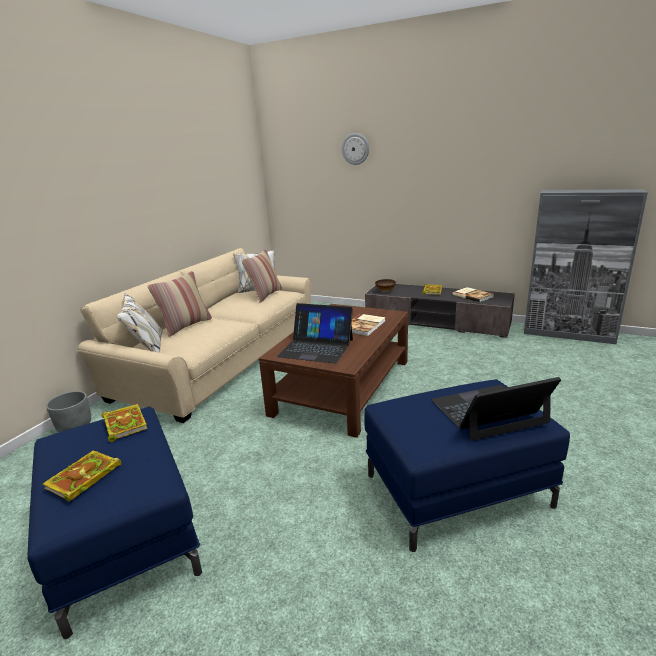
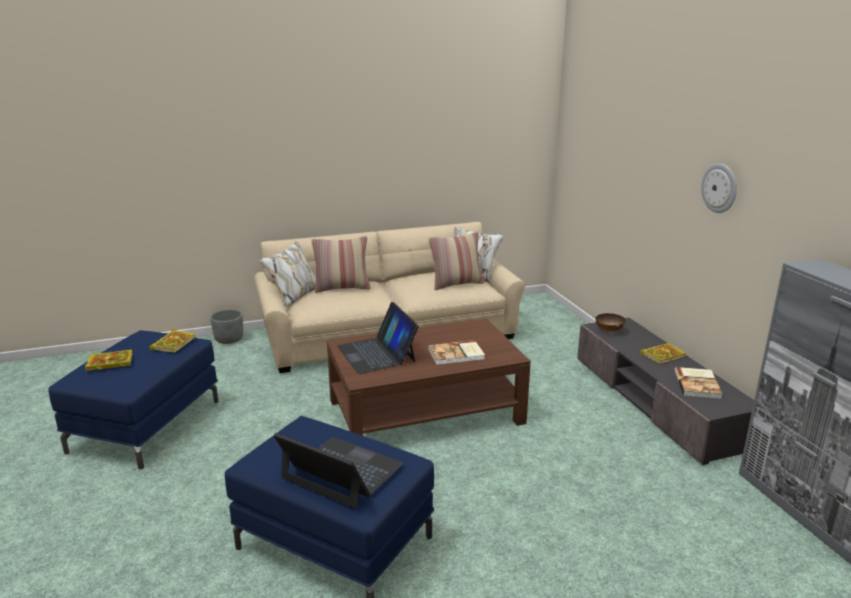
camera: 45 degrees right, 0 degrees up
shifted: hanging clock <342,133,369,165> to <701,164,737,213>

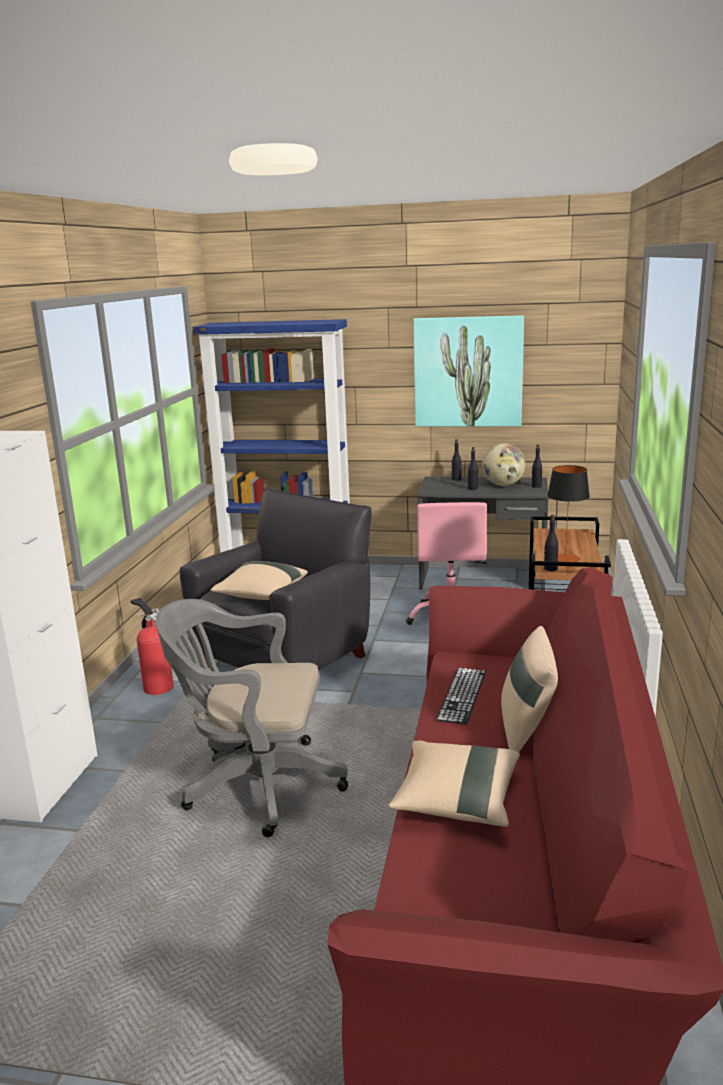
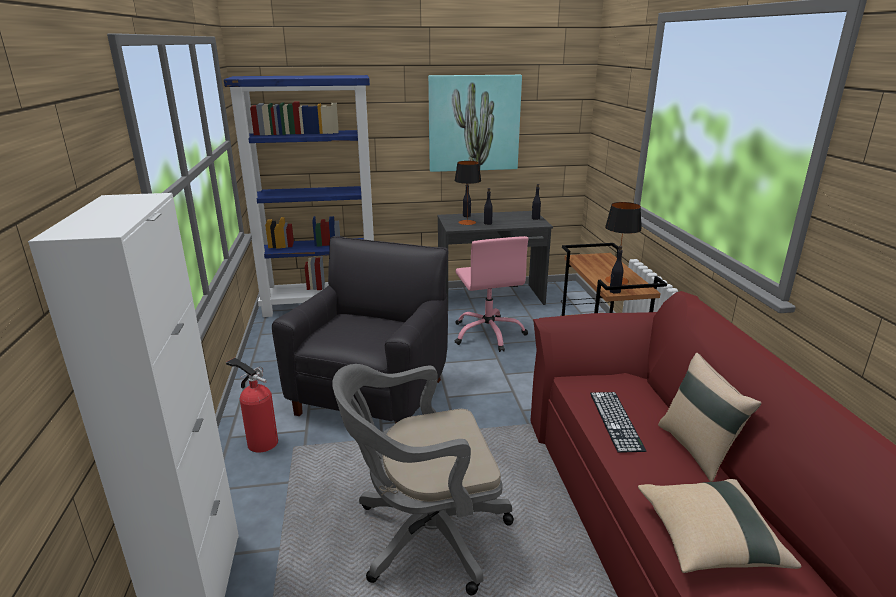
camera: 20 degrees left, 5 degrees up
gone: cushion in sand-coloured <210,561,308,600>; world globe <482,443,526,486>
new: table lamp <455,161,481,225>

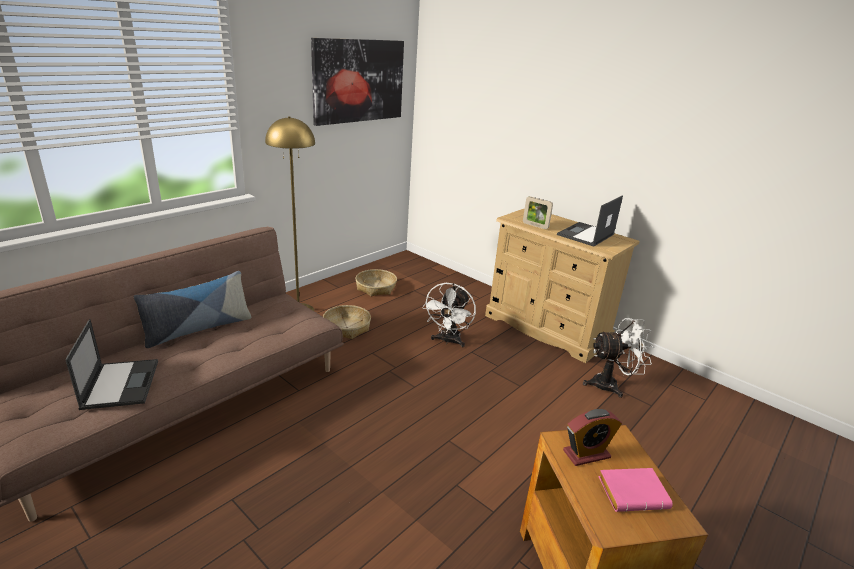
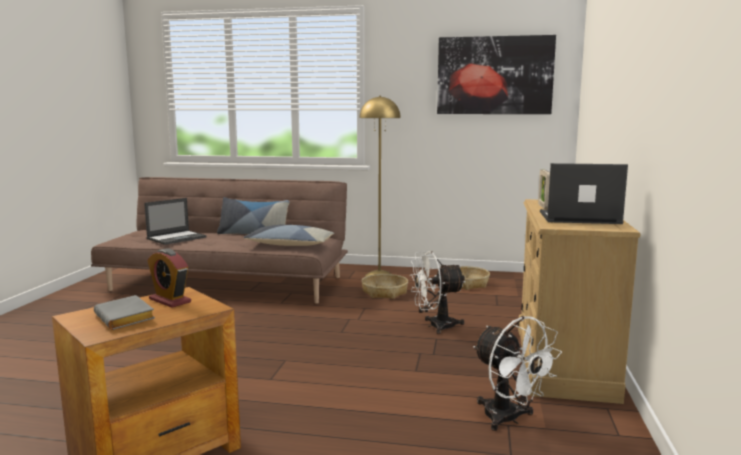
camera: 60 degrees right, 15 degrees down
new: cushion <243,225,334,246>
repainted: volume in pink-coloured <598,468,673,512> to volume in greyish <94,295,155,330>

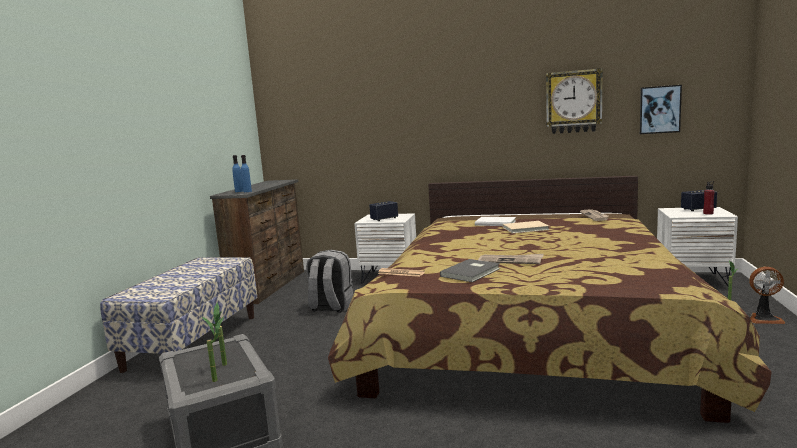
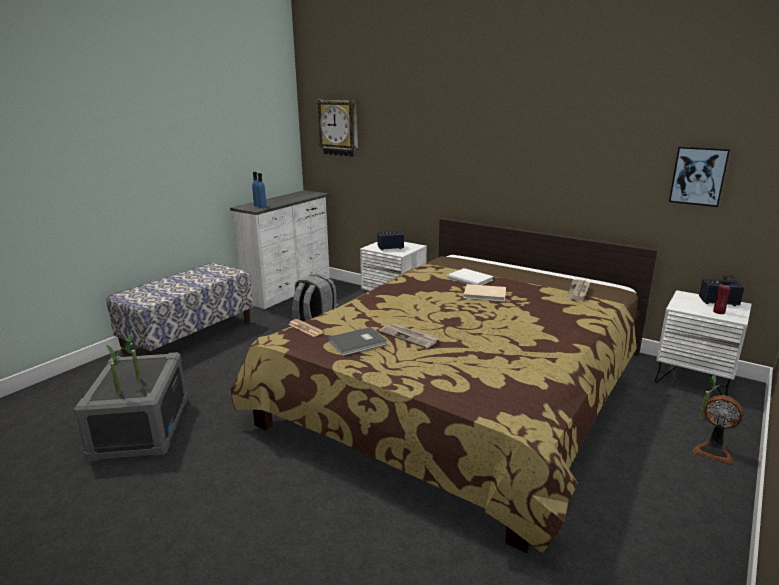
camera: 20 degrees right, 10 degrees up
shifted: hanging clock <546,68,603,134> to <316,100,358,157>
repainted: chest of drawers in brown-coloured <210,179,304,304> to chest of drawers in white <230,190,330,309>

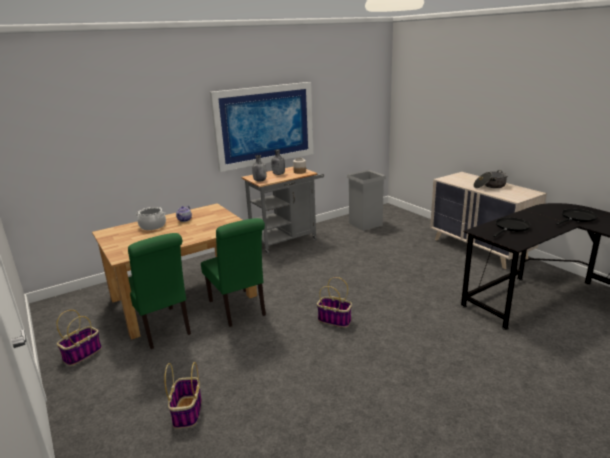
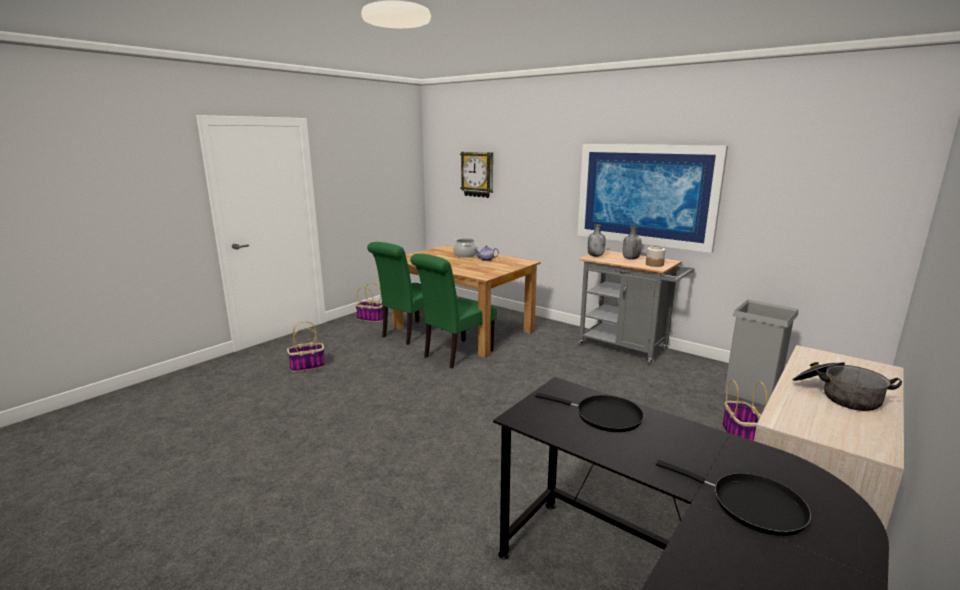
camera: 70 degrees right, 5 degrees down
new: hanging clock <460,152,493,198>
shifted: household basket <317,277,352,328> to <722,380,767,441>

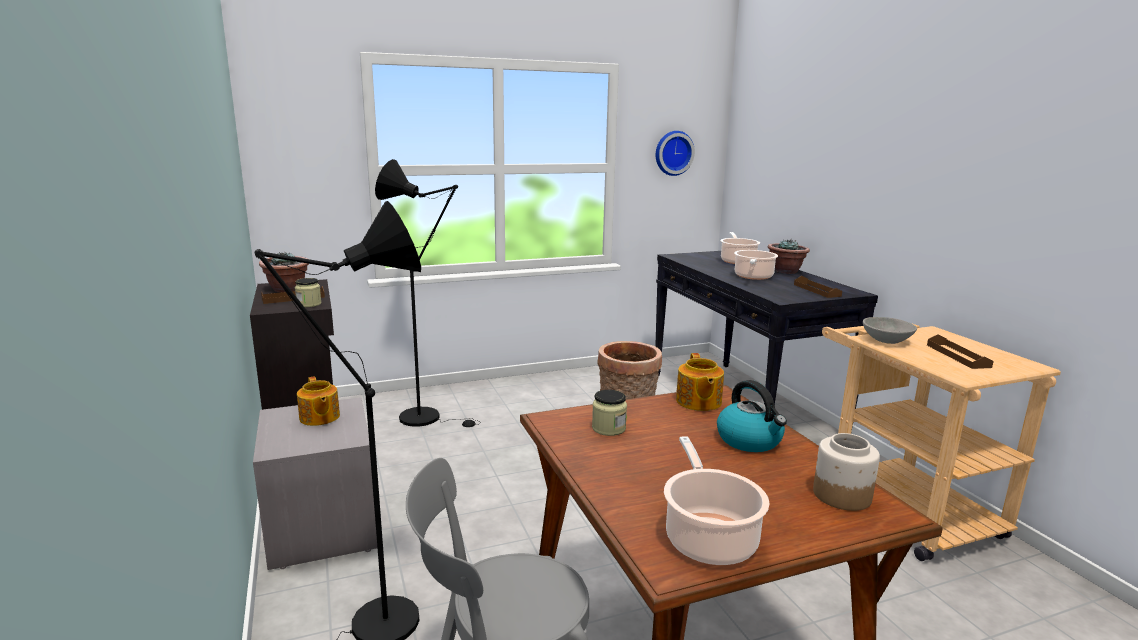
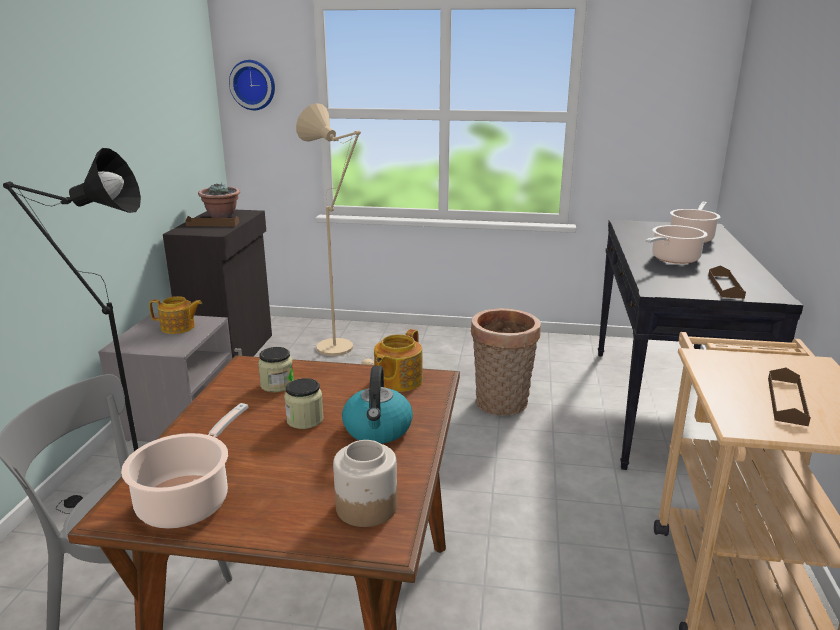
camera: 30 degrees right, 5 degrees up
gone: plant in a pot <768,240,810,274>; serving bowl in greyish <863,317,917,344>
shifted: jar <295,278,321,307> to <284,378,324,429>; hanging clock <656,131,695,176> to <229,60,275,110>
repainted: standard lamp in black-coloured <375,159,481,427> to standard lamp in sand-coloured <296,103,374,365>
rotated: teapot <297,376,340,426> = <149,296,202,334> 90 degrees counterclockwise

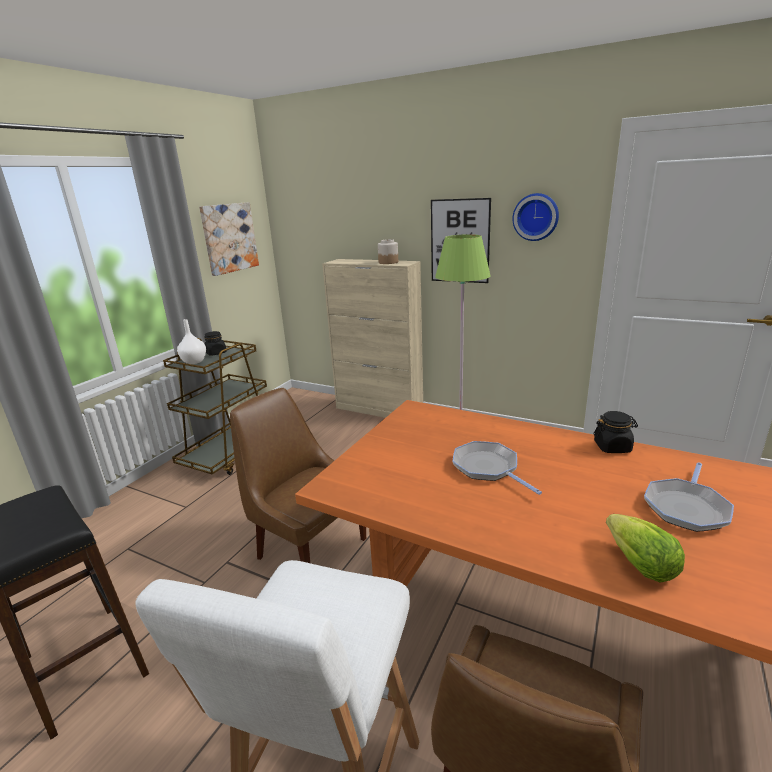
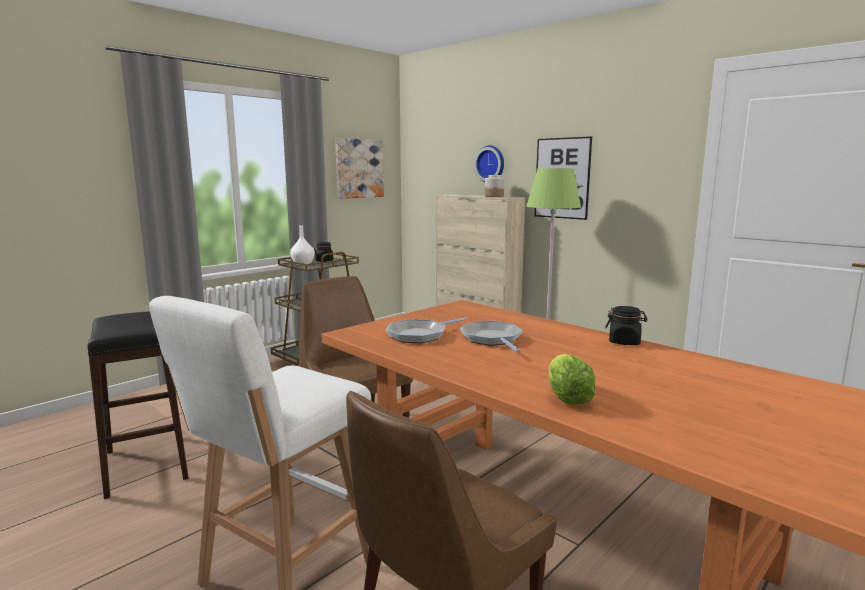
camera: 15 degrees right, 10 degrees down
shifted: hanging clock <513,193,559,241> to <474,145,504,182>; skillet <644,462,734,532> to <386,317,467,343>

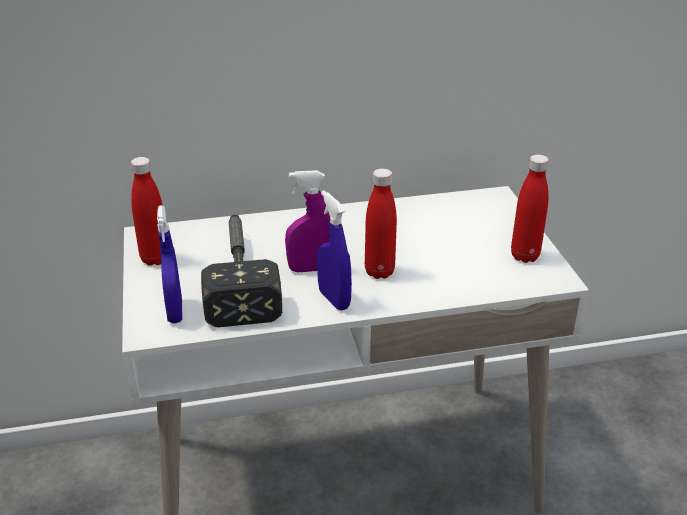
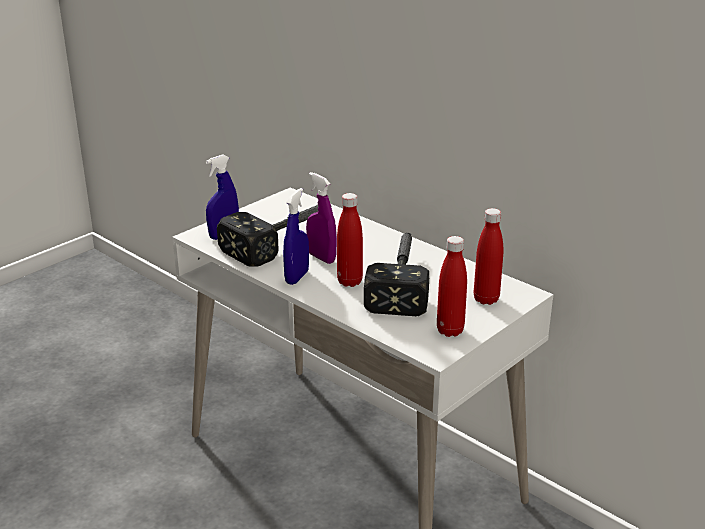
camera: 55 degrees right, 5 degrees down
new: tool hammer <364,233,429,316>
shifted: beverage bottle in red-coloured <131,157,163,266> to <474,208,503,305>

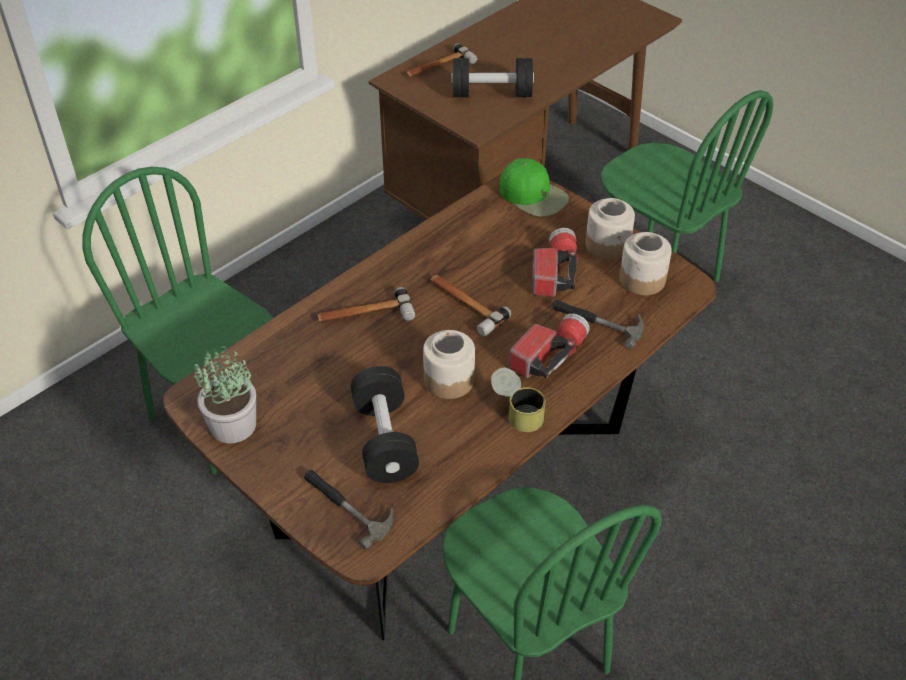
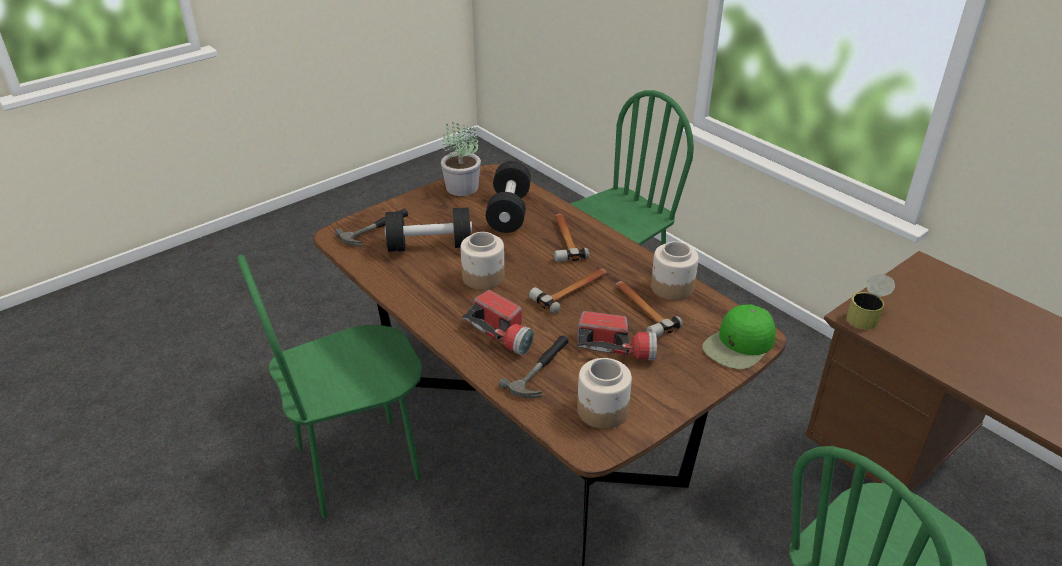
camera: 95 degrees right, 10 degrees down
shifted: tool hammer <405,43,477,77> to <615,281,683,338>; dumbbell in black-coloured <451,58,534,97> to <486,161,531,233>; sealed can <491,367,546,432> to <846,274,895,330>; jar <585,198,635,260> to <651,241,699,301>

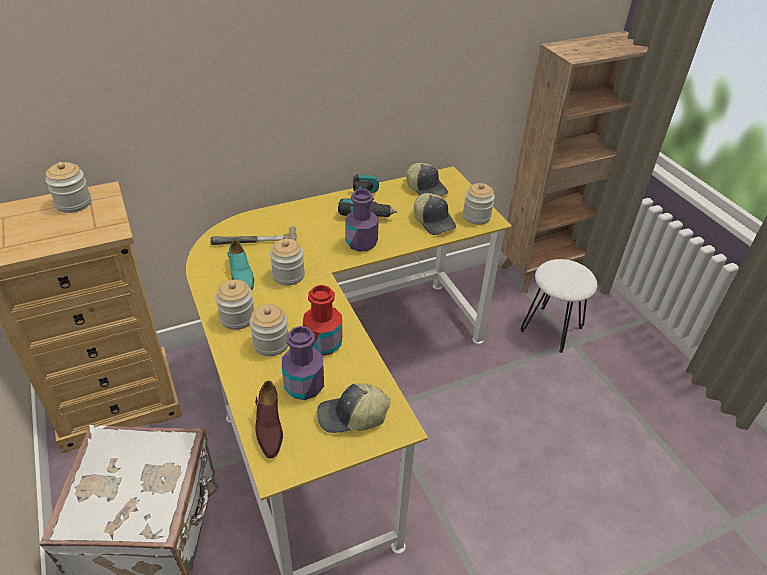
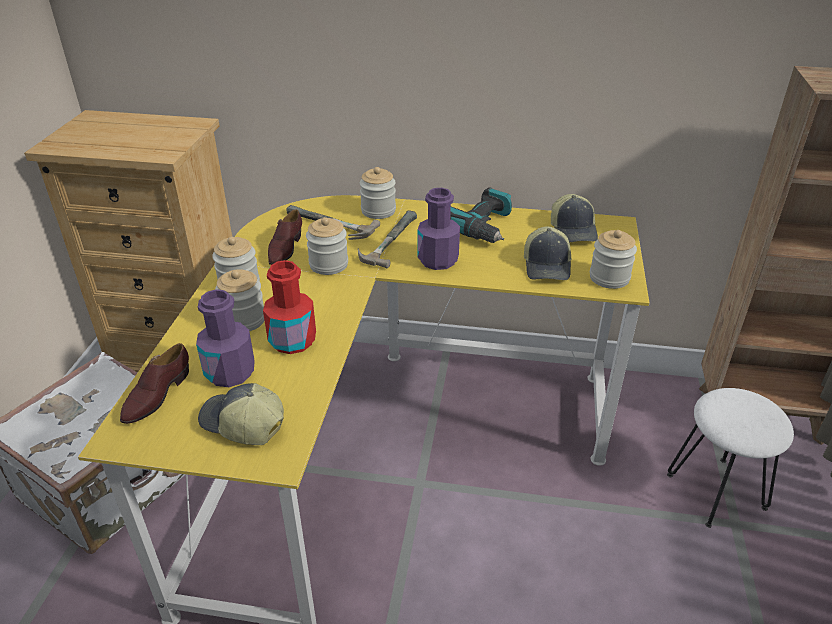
camera: 35 degrees right, 5 degrees down
new: tool hammer <358,210,417,269>
shifted: jar <45,162,91,213> to <360,167,396,219>
repainted: low shoe in blue-green <227,240,254,290> to low shoe in brown-coloured <268,209,302,265>

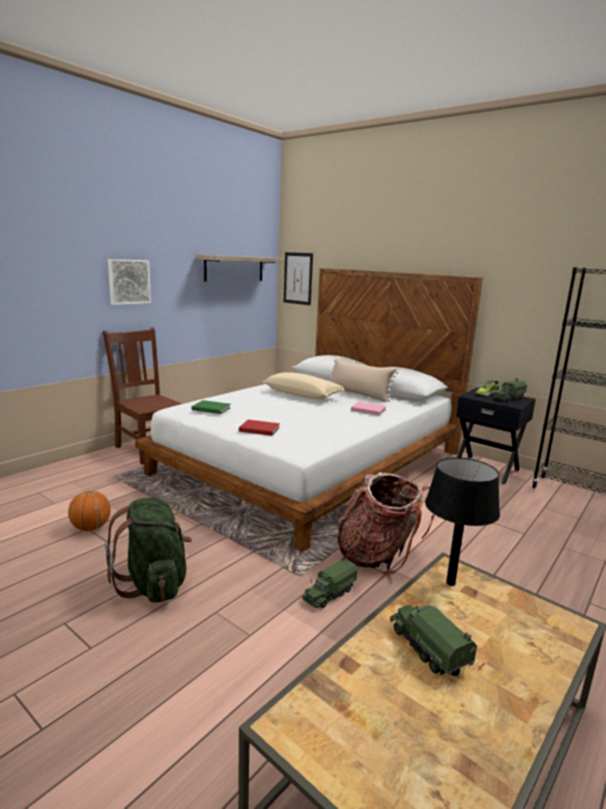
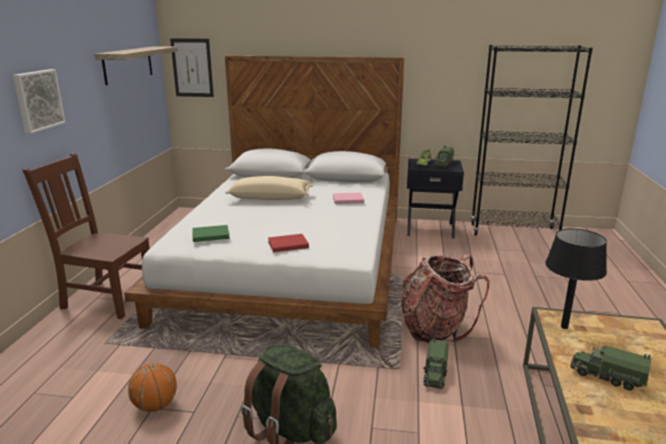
camera: 30 degrees left, 5 degrees up
gone: cushion in sand-coloured <329,358,398,402>

